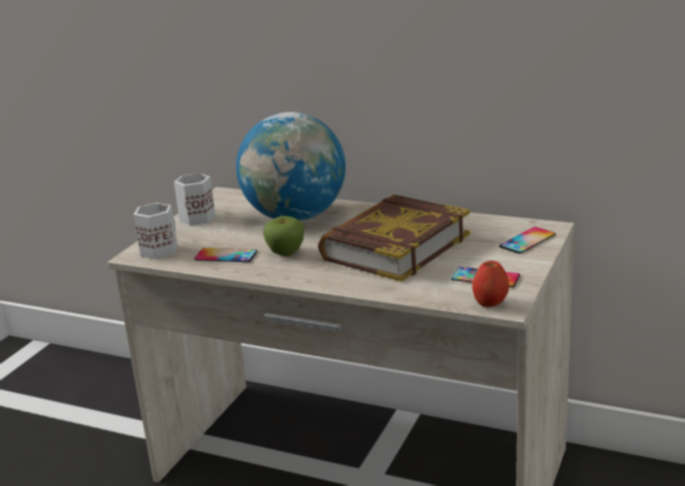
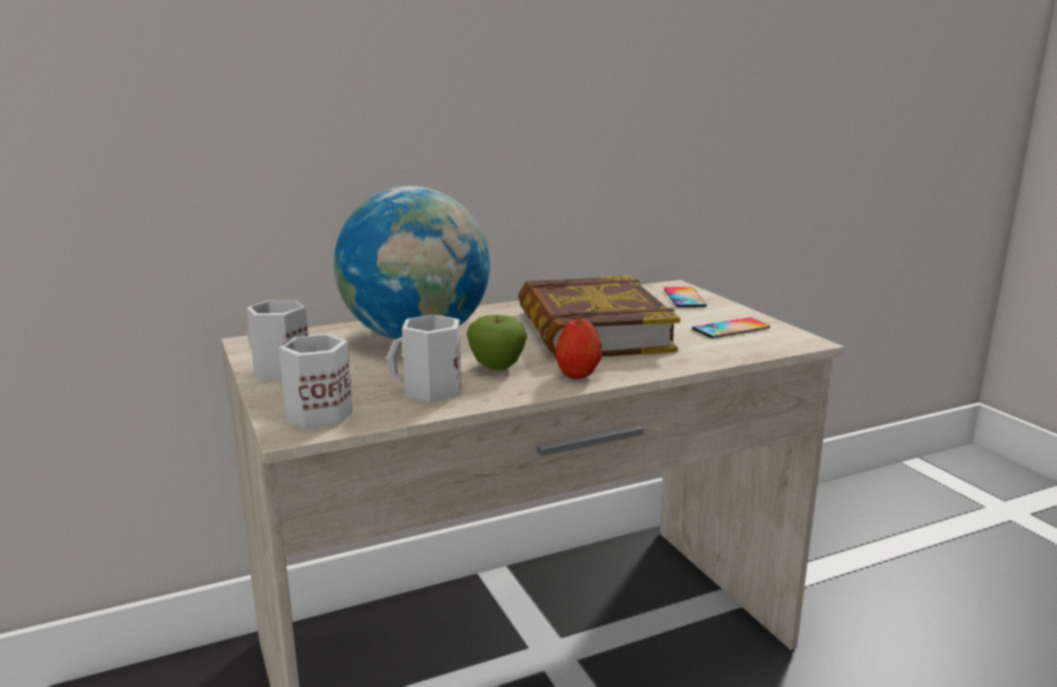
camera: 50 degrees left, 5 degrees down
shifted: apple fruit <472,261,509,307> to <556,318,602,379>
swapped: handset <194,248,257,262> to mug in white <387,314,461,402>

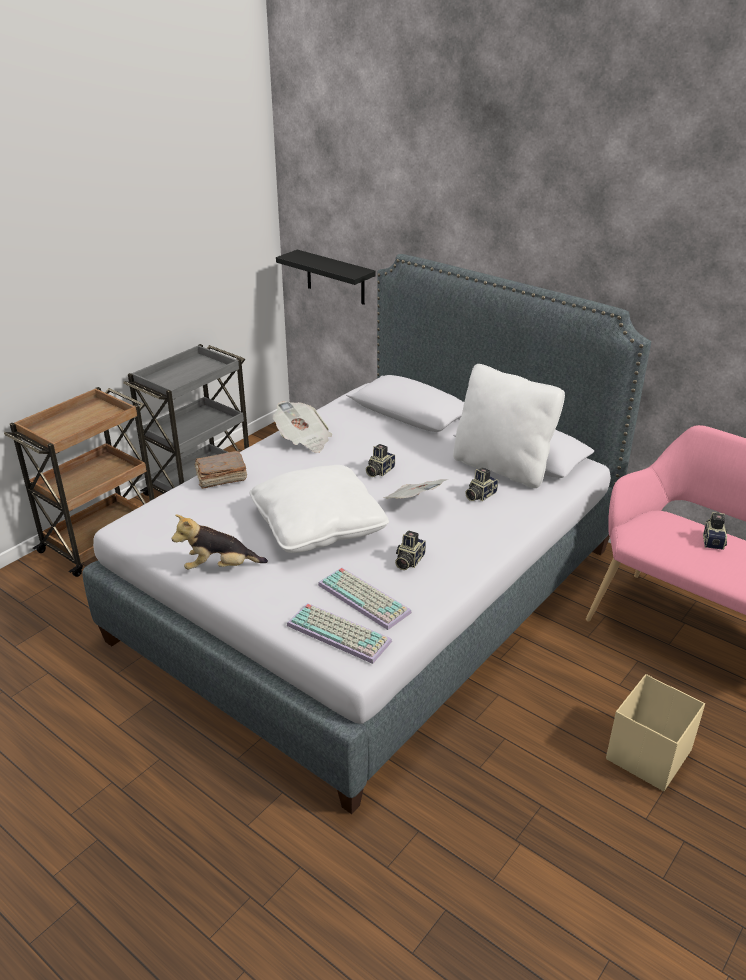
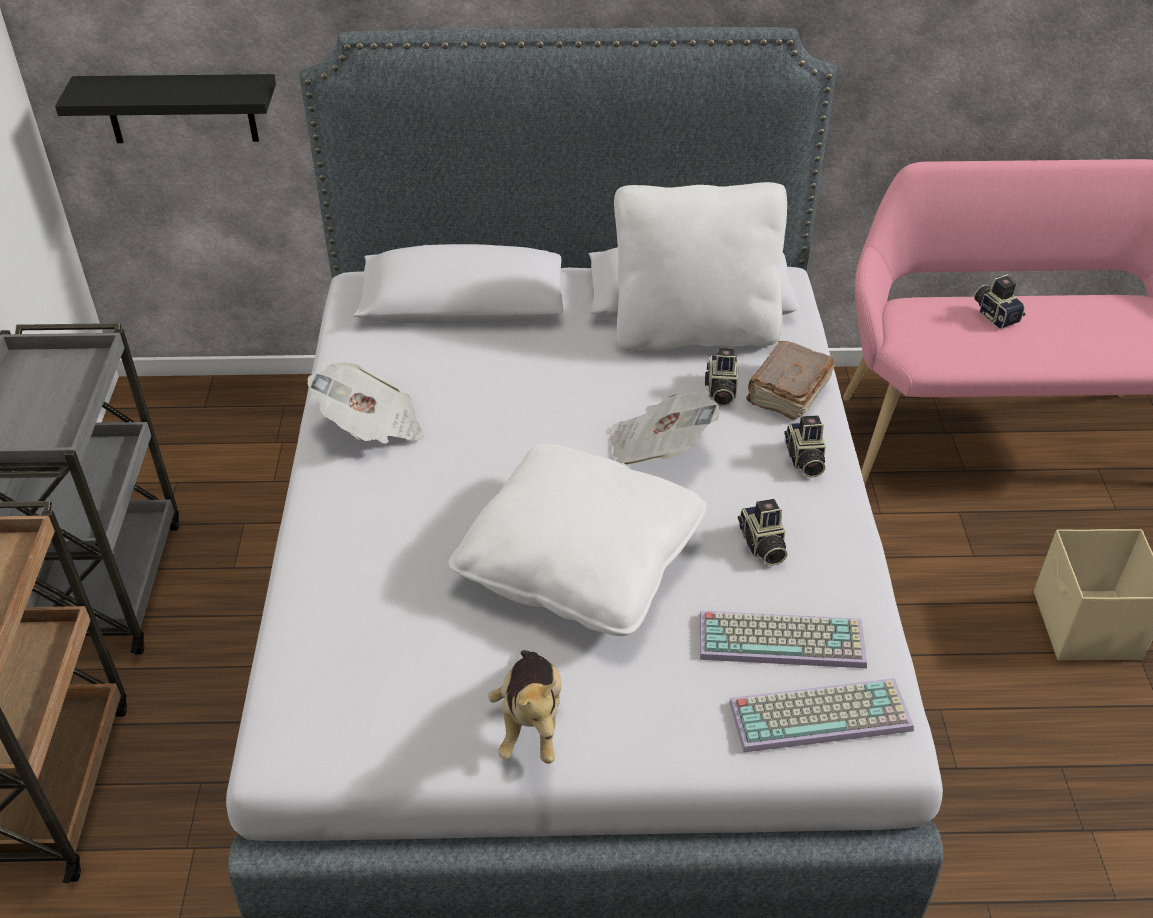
camera: 40 degrees left, 10 degrees up
shifted: volume in brown-coloured <195,451,247,489> to <746,341,835,421>; photo camera <366,444,395,477> to <784,415,826,478>
rotated: plush toy <172,514,268,569> = <488,650,561,764> 45 degrees counterclockwise

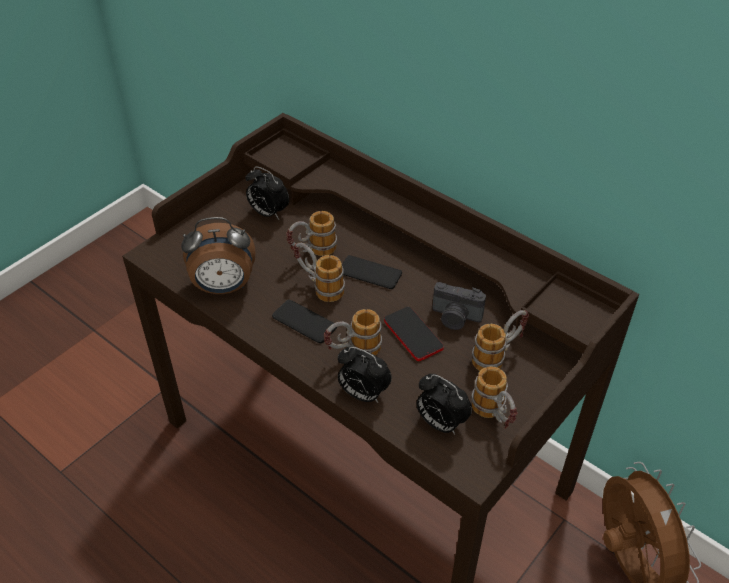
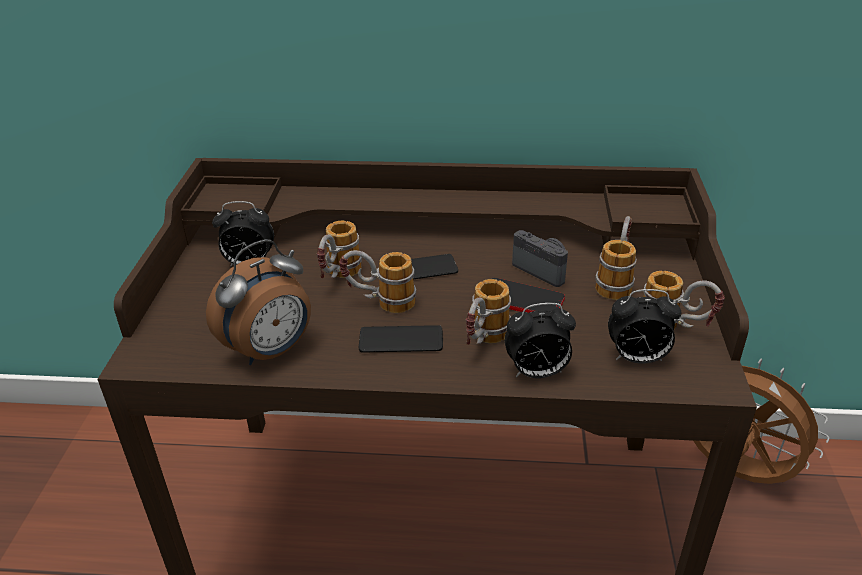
camera: 35 degrees left, 10 degrees down
rotated: photo camera <432,282,486,330> = <512,230,568,287> 120 degrees counterclockwise

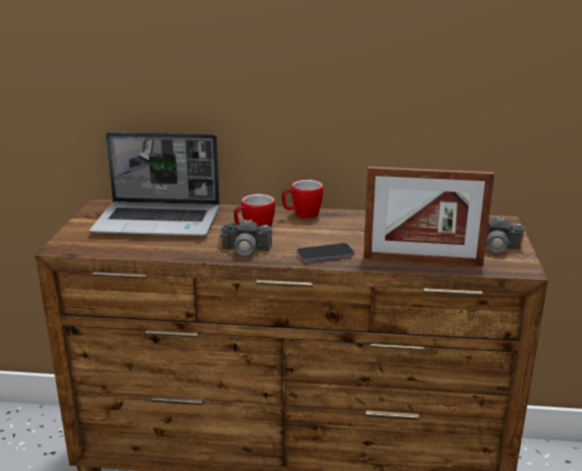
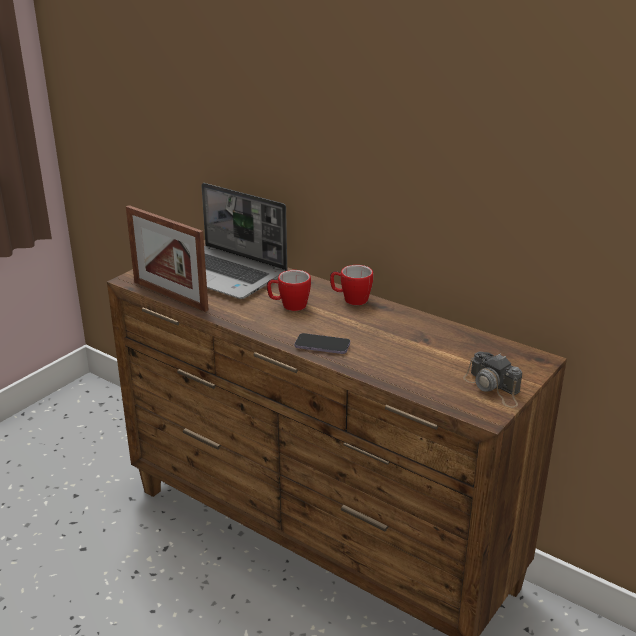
camera: 30 degrees right, 5 degrees up
gone: photo camera <218,219,281,259>
shifted: picture frame <364,166,494,266> to <126,205,209,312>

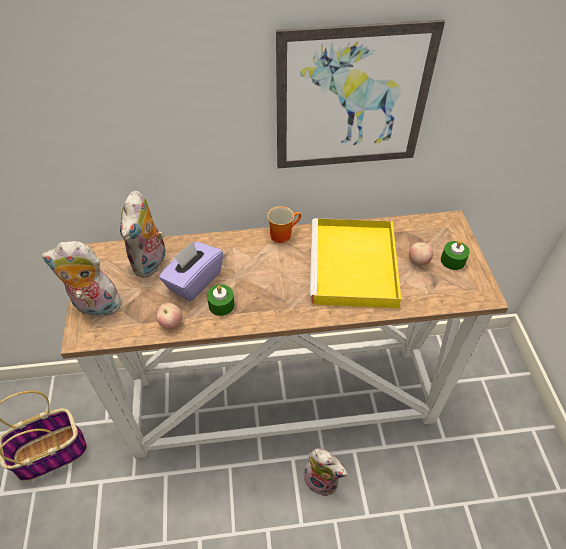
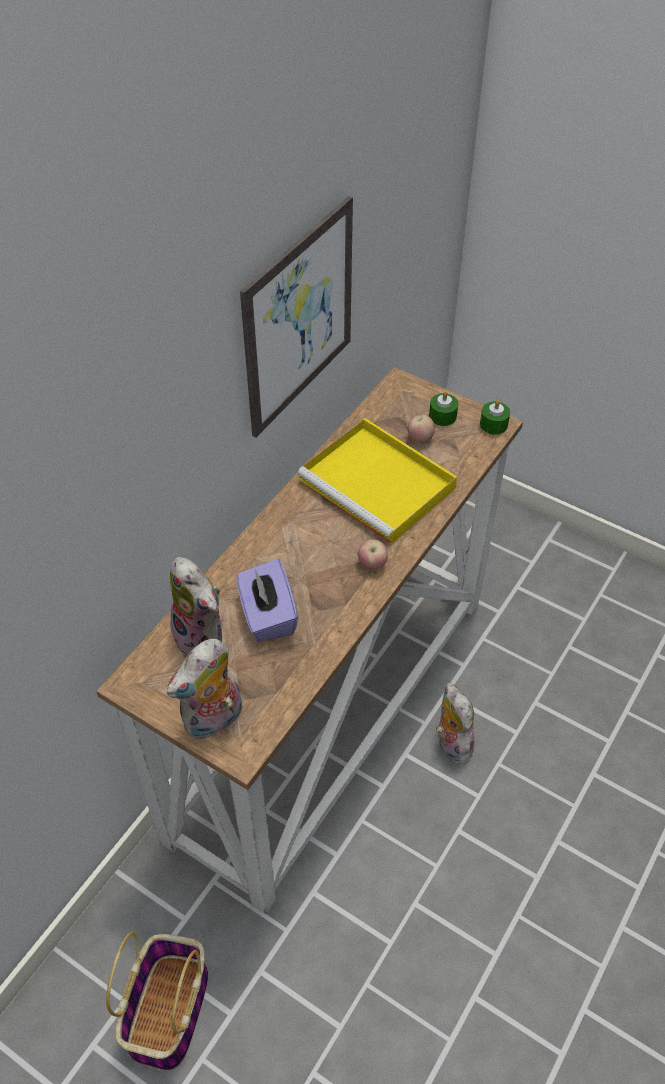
camera: 50 degrees left, 0 degrees up
gone: mug <267,206,301,243>
shifted: apple fruit <156,303,182,329> to <358,539,388,569>; wax light in greenish <207,284,235,316> to <480,399,510,435>
rotated: plush toy <303,448,347,497> = <436,683,475,764> 90 degrees counterclockwise

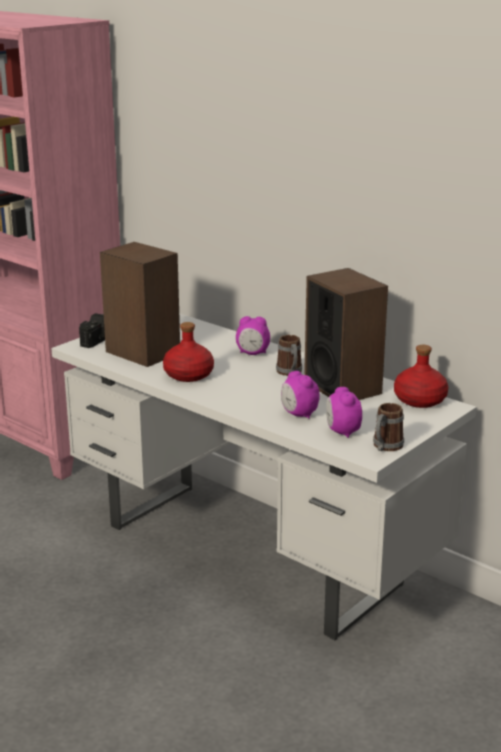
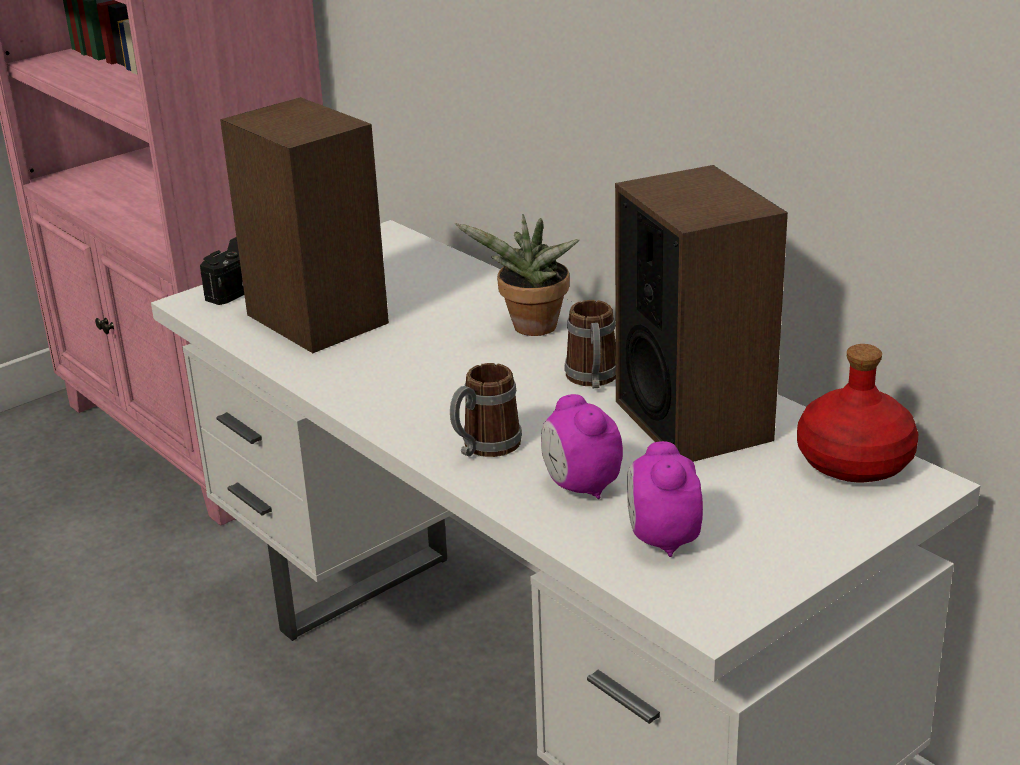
camera: 10 degrees right, 5 degrees up
gone: beverage bottle in red-coloured <163,322,214,382>
shifted: mug <373,403,404,451> to <450,363,522,457>
swapped: table clock <236,316,270,355> to plant in a pot <455,214,579,336>

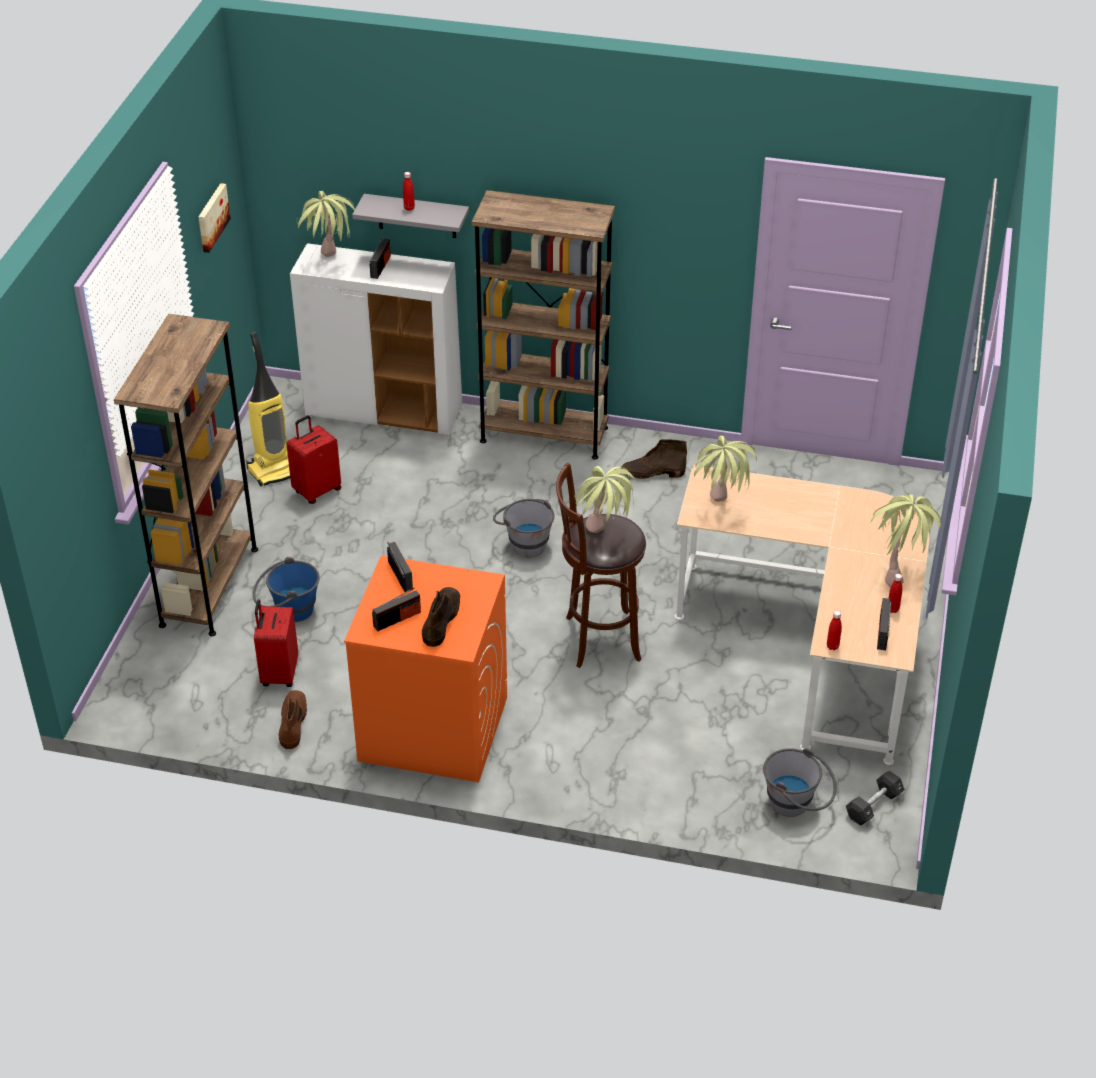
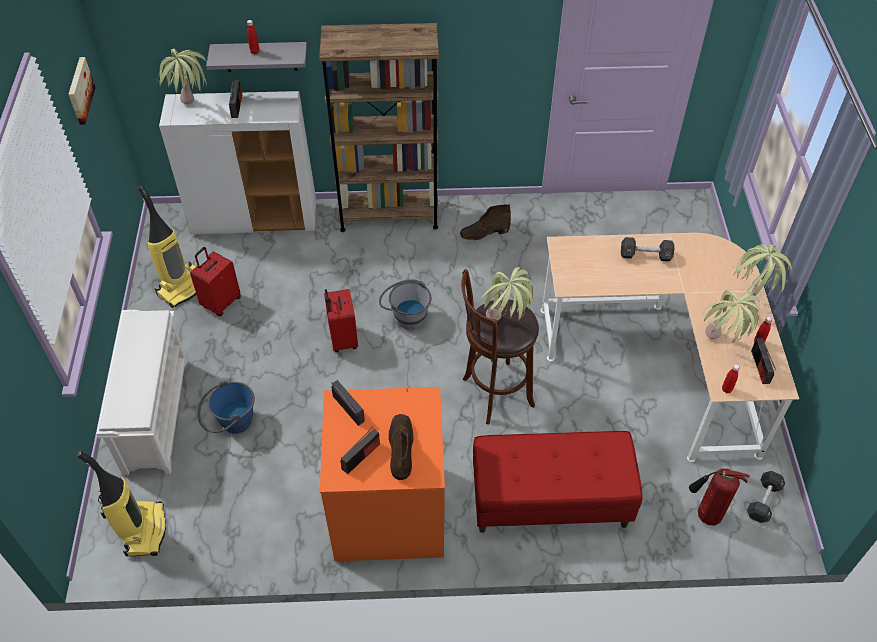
camera: 15 degrees left, 10 degrees up
gone: tall boot in brown-coloured <279,690,307,749>
new: vacuum cleaner <76,450,166,557>; long seat in red-coloured <473,431,643,533>; dumbbell in black-coloured <621,237,675,262>
shifted: travel case in red-coloured <254,600,298,687> to <324,289,358,352>; plant in a pot <692,436,757,502> to <703,290,760,343>
swapped: bookshelf in brown-coloured <114,314,258,636> to shoe shelf in white <96,310,187,475>; water bucket in greyish <763,748,837,817> to fire extinguisher <689,469,750,525>

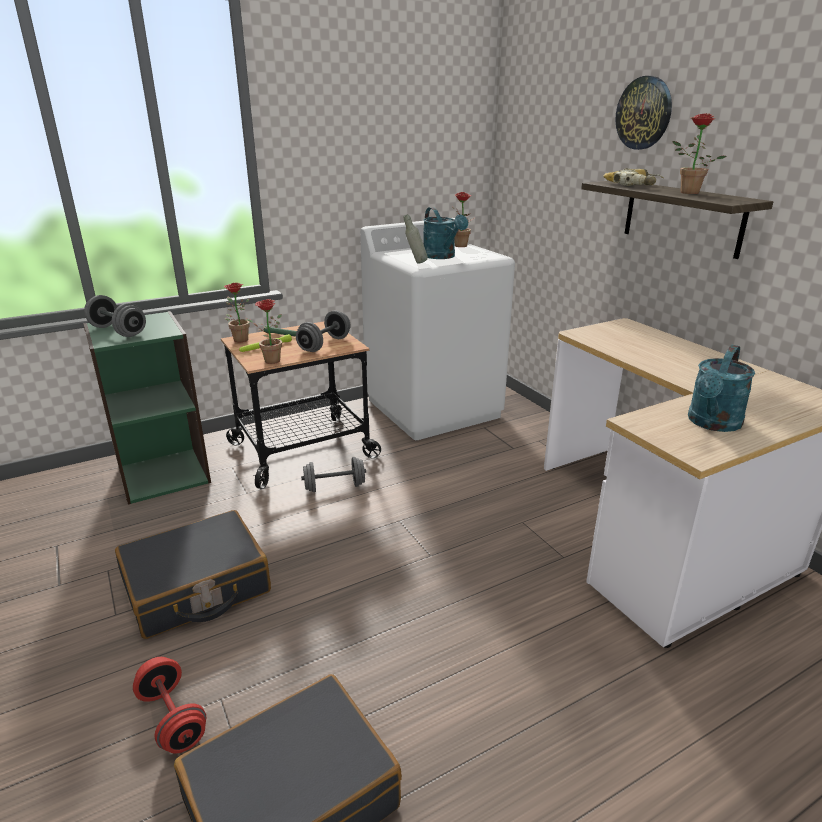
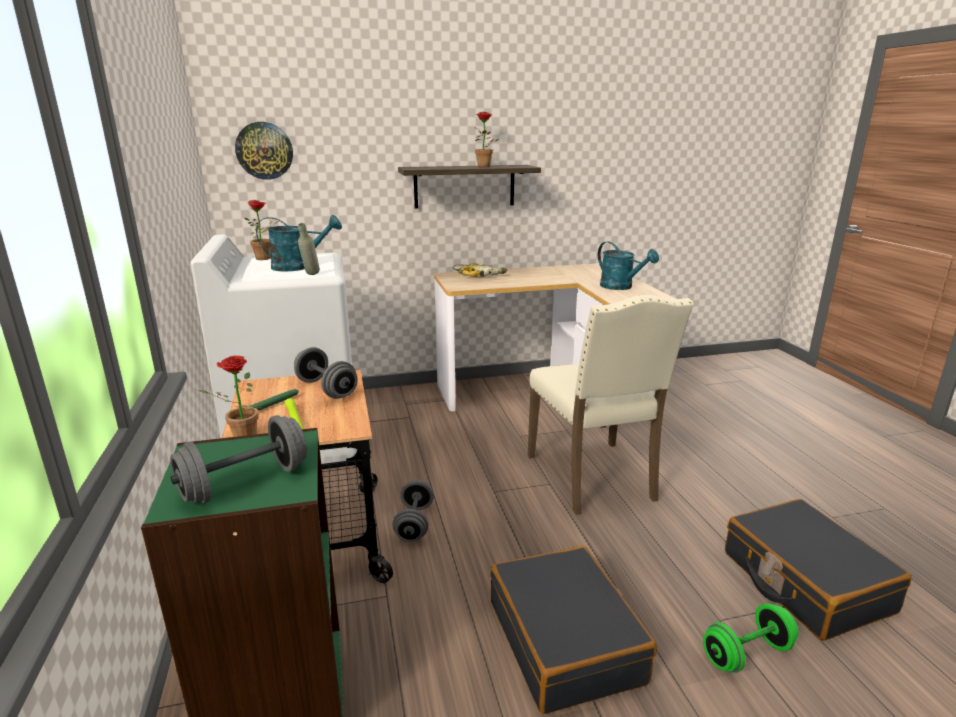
camera: 75 degrees left, 5 degrees down
gone: plant in a pot <245,299,282,364>
new: upright chair in sand-coloured <528,295,694,515>
shifted: electric drill <603,168,664,186> to <453,263,507,277>; hanging clock <615,76,672,150> to <235,122,293,180>
repainted: dumbbell in red-coloured <133,657,206,754> to dumbbell in greenish <703,603,798,673>

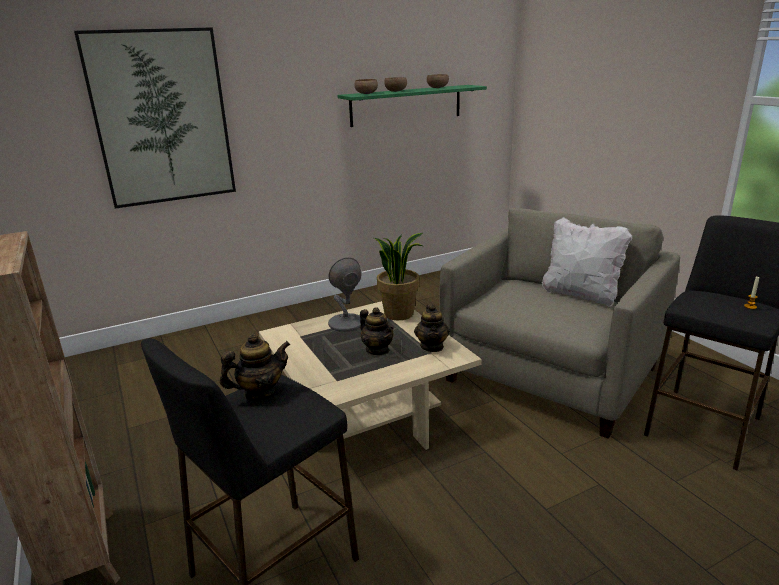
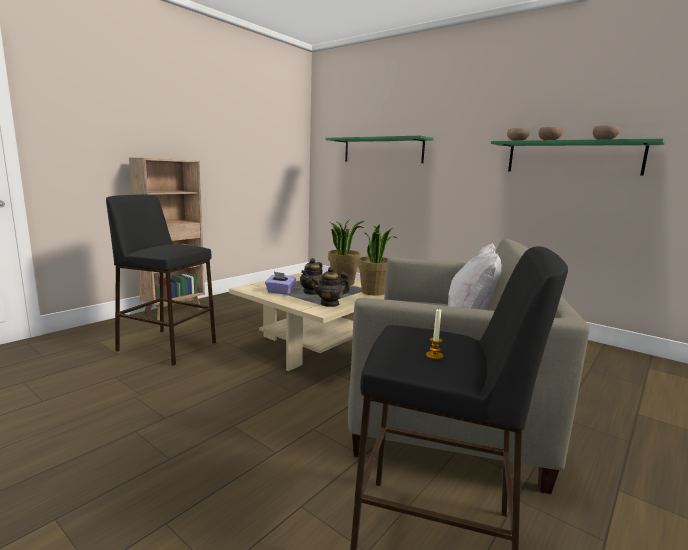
camera: 65 degrees right, 10 degrees down
gone: teapot <220,334,290,401>
new: tissue box in purplish <265,272,296,295>
swapped: wall picture <74,27,236,209> to shelf in greenish <325,136,434,163>; table lamp in greyish <328,257,362,332> to plant in a pot <328,219,365,286>

